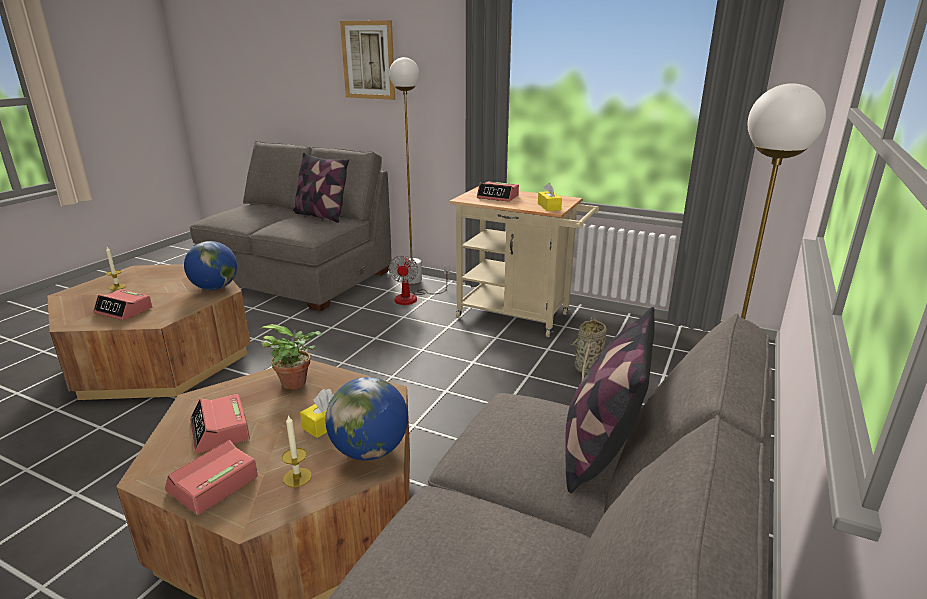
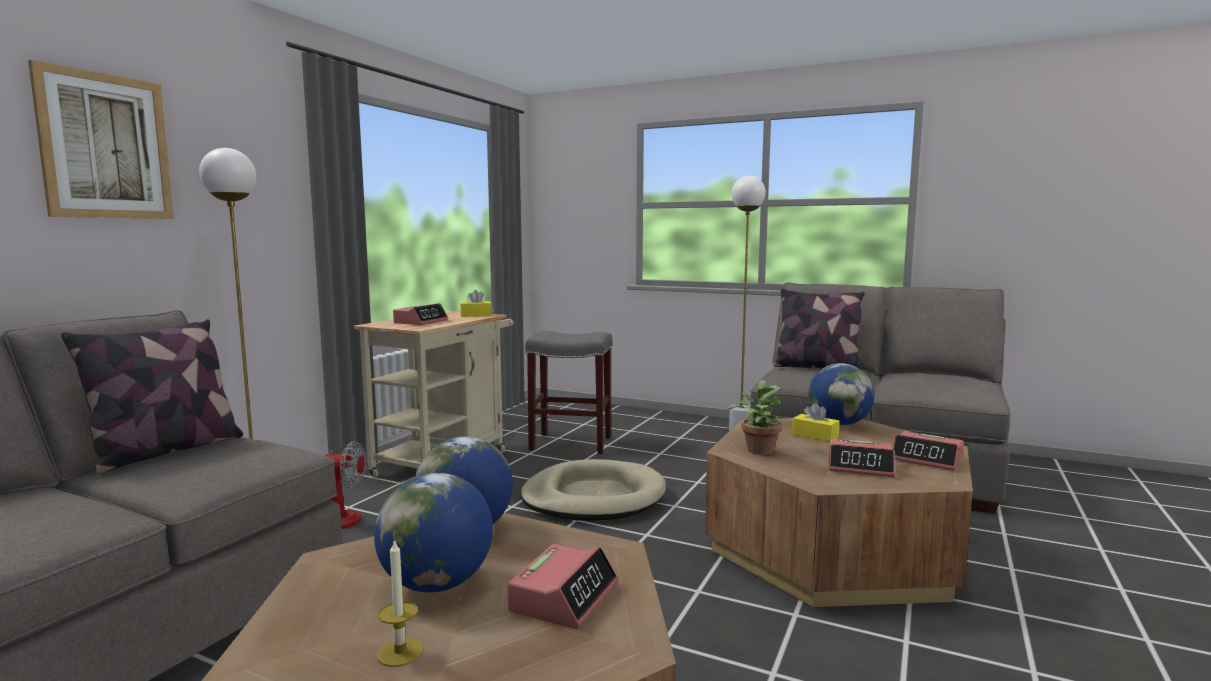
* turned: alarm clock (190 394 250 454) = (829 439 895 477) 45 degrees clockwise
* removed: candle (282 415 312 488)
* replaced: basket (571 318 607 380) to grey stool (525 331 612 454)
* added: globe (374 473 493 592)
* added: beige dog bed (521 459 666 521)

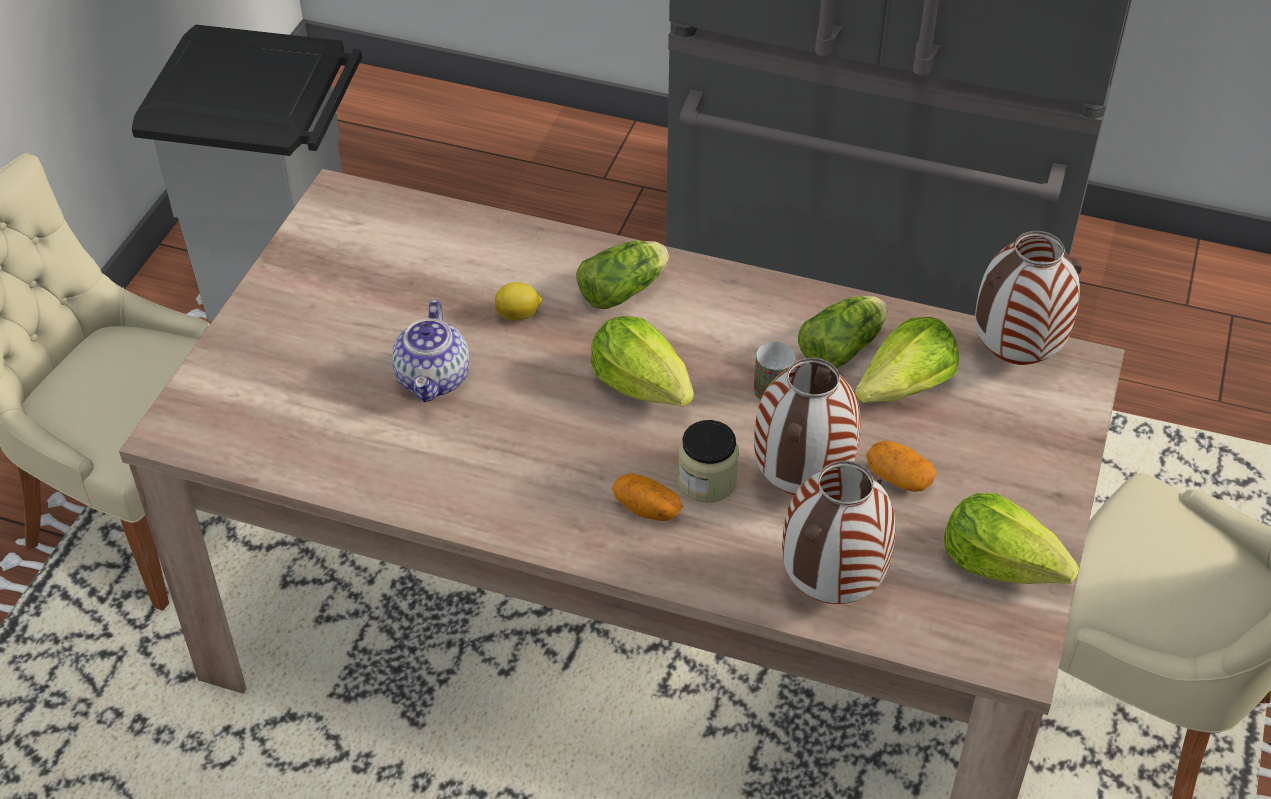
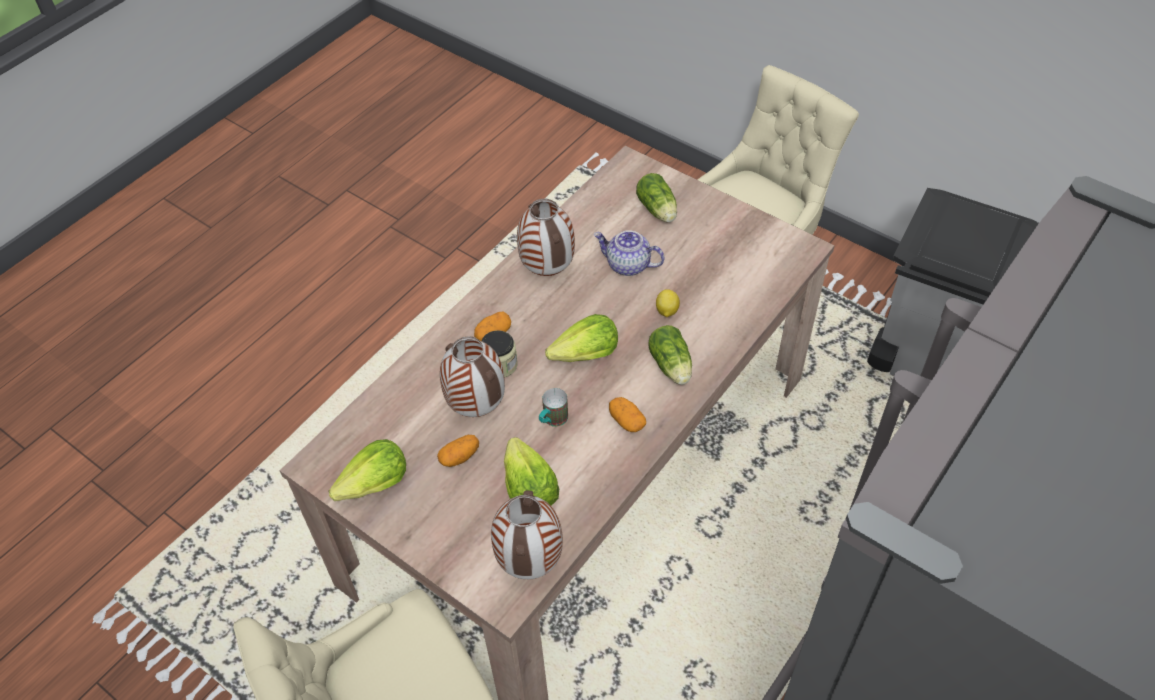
* moved: vase (782 461 896 604) to (517 199 575 276)
* moved: lettuce (798 296 887 368) to (636 173 677 222)
* added: potato (609 397 646 432)

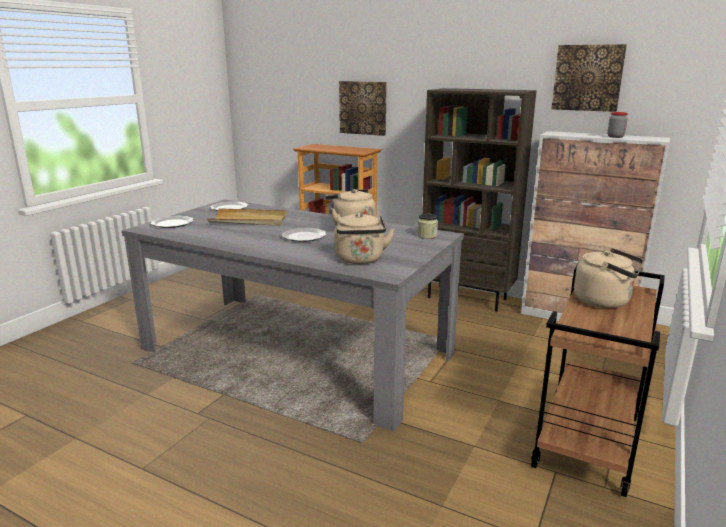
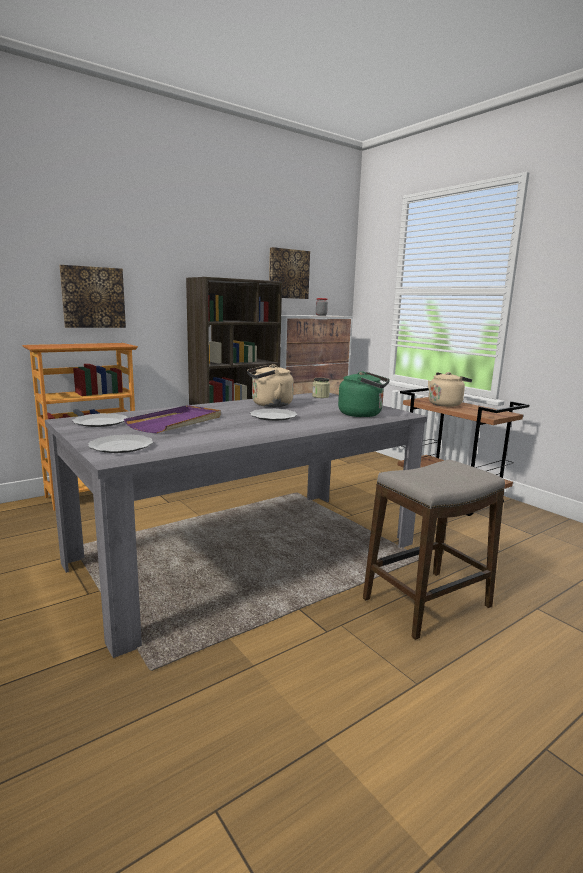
* recoloured: beige tray (207 208 288 226) to purple tray (124 405 221 433)
* recoloured: beige kettle (334 212 395 264) to green kettle (338 371 390 417)
* added: stool (363 460 505 640)

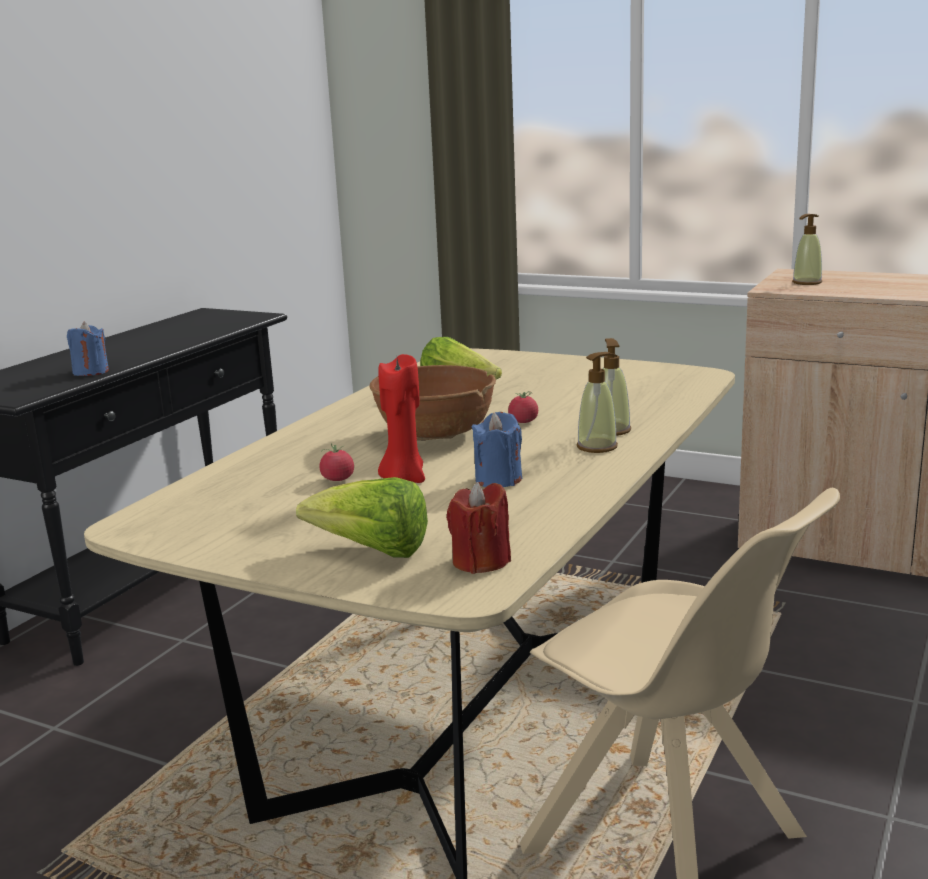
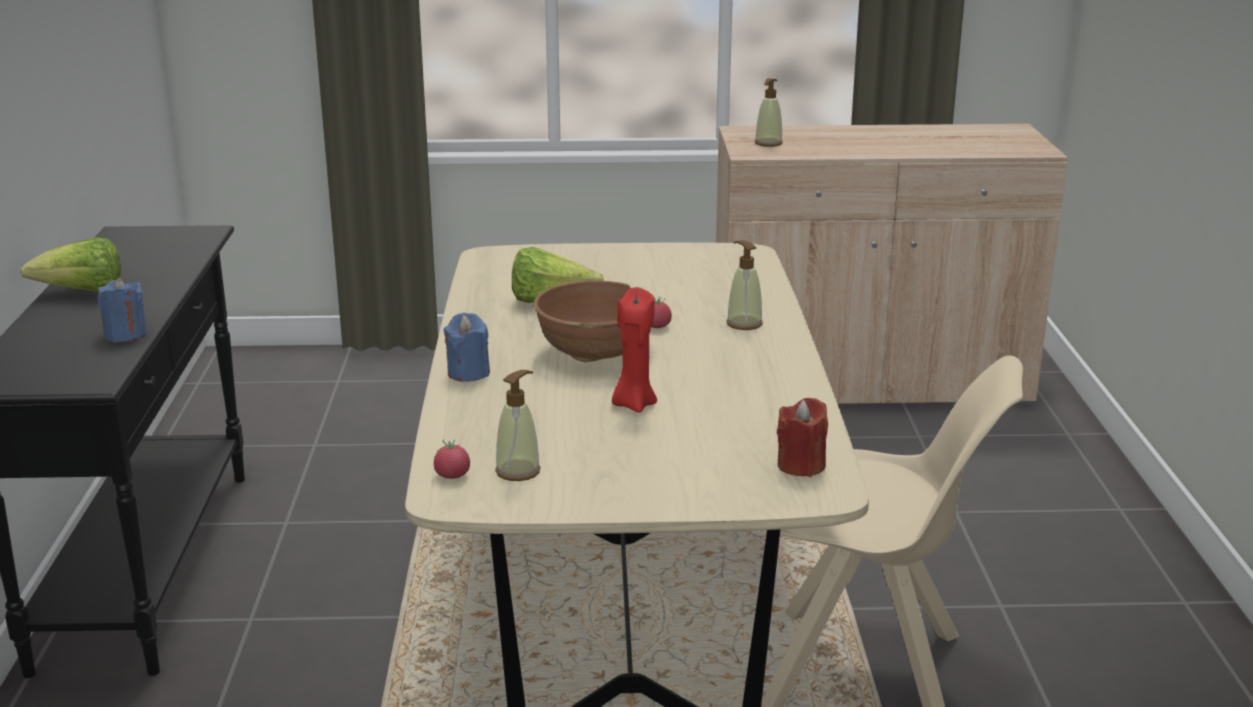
* moved: lettuce (296 477 428 558) to (21 238 121 292)
* moved: tomato (320 443 354 481) to (434 440 470 479)
* moved: blue candle (472 412 522 487) to (444 313 490 382)
* moved: soap dispenser (577 352 618 453) to (495 370 541 481)

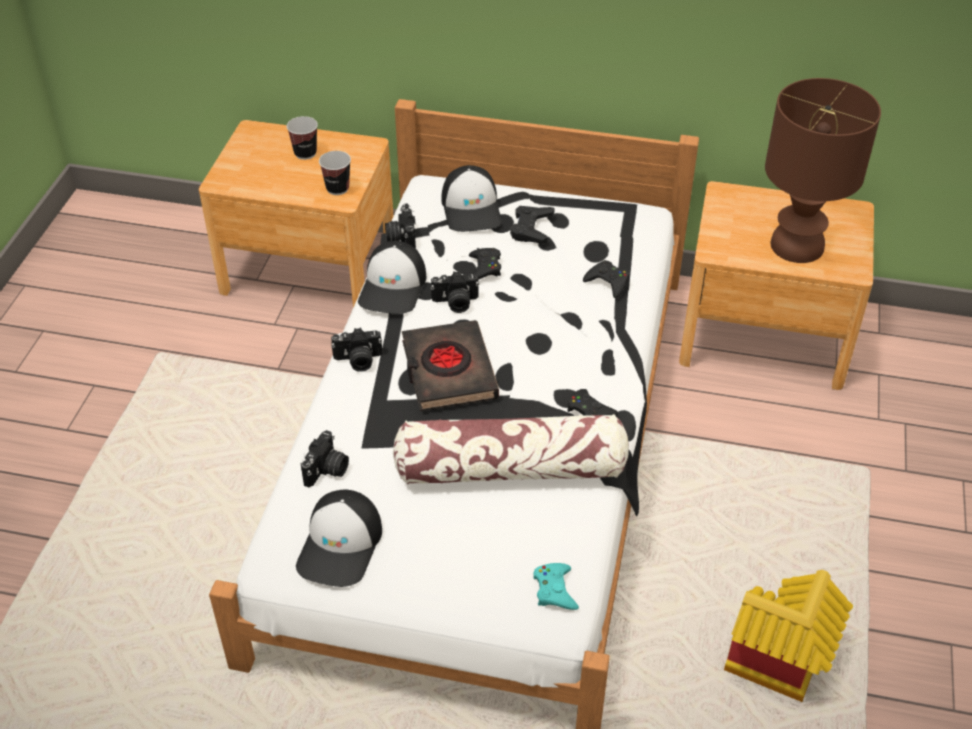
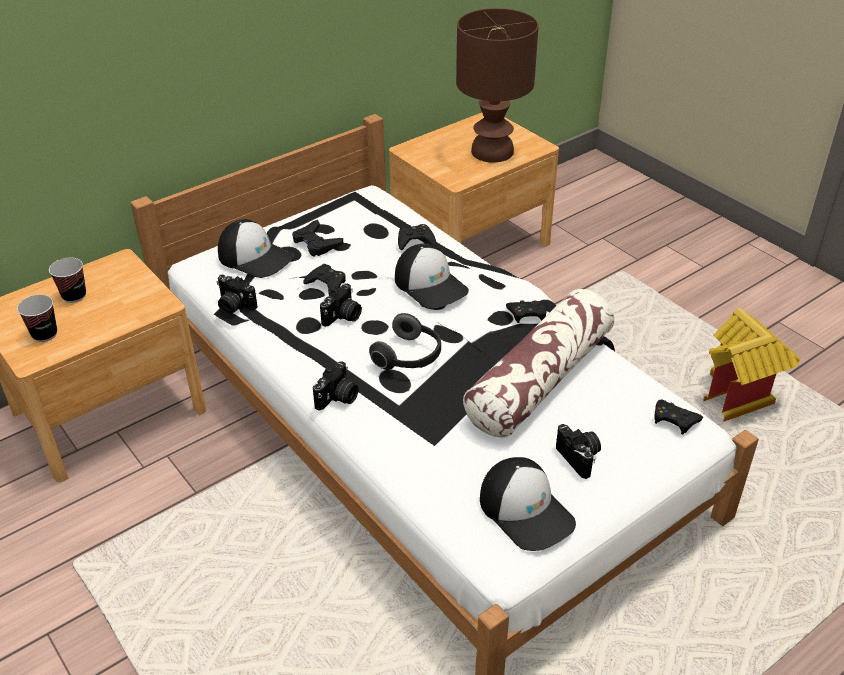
* moved: photo camera (301 430 349 487) to (556 424 601 479)
* moved: cup (319 151 351 195) to (17 295 57 342)
* moved: cap (358 241 426 314) to (395 243 469 308)
* replaced: black book (402 320 499 411) to headphones (369 313 441 370)
* recoloured: turquoise game controller (533 563 579 610) to black game controller (654 400 703 435)

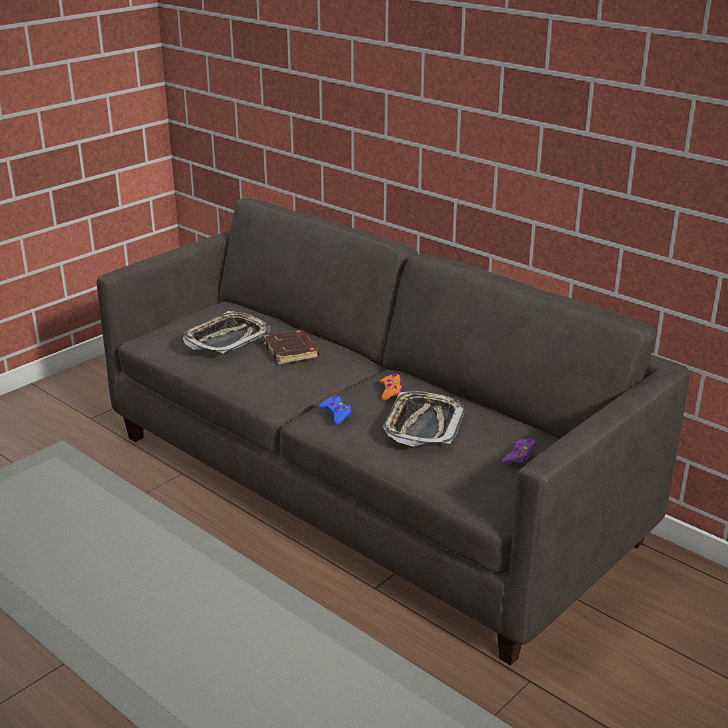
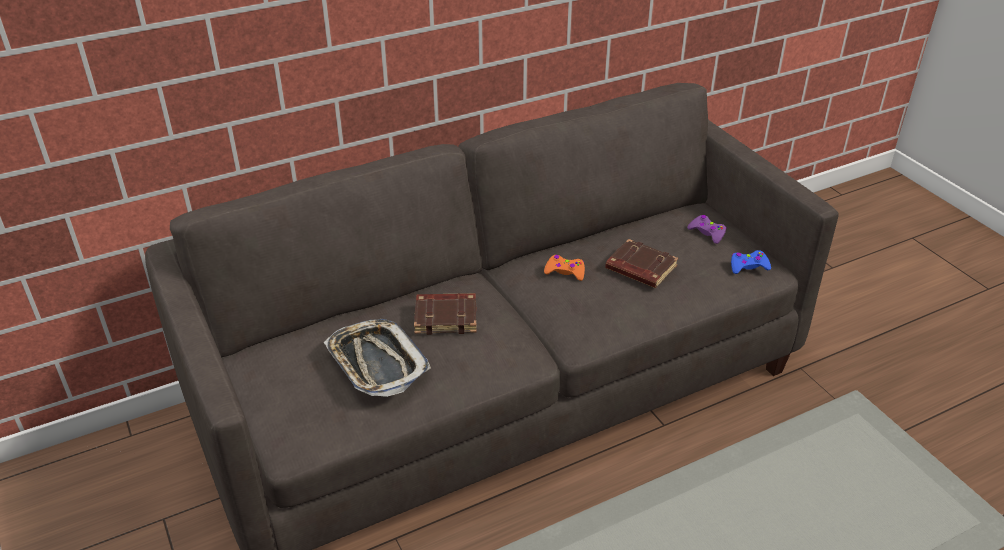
* moved: blue game controller (318 395 352 424) to (731 250 771 274)
* replaced: tray (383 391 465 447) to brown book (605 239 678 288)

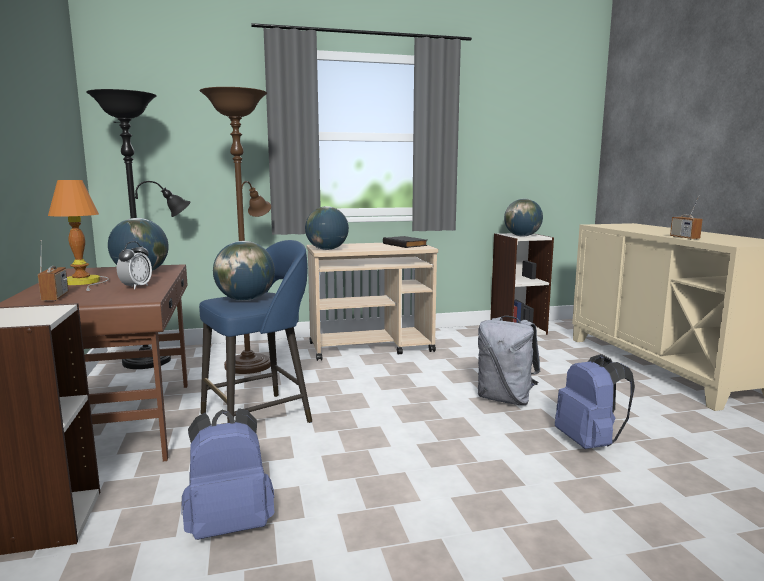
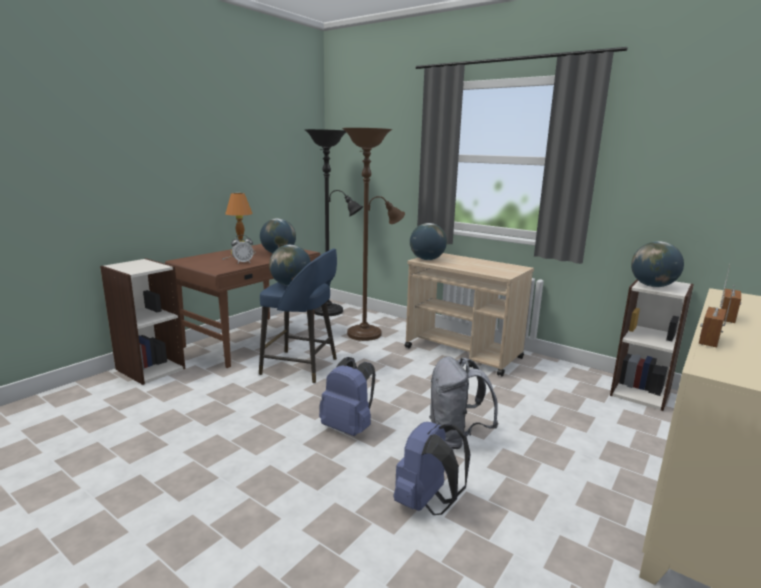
* moved: radio (38 240 69 301) to (720 264 741 323)
* moved: blue backpack (181 408 274 540) to (319 357 375 436)
* removed: black book (383 236 428 248)

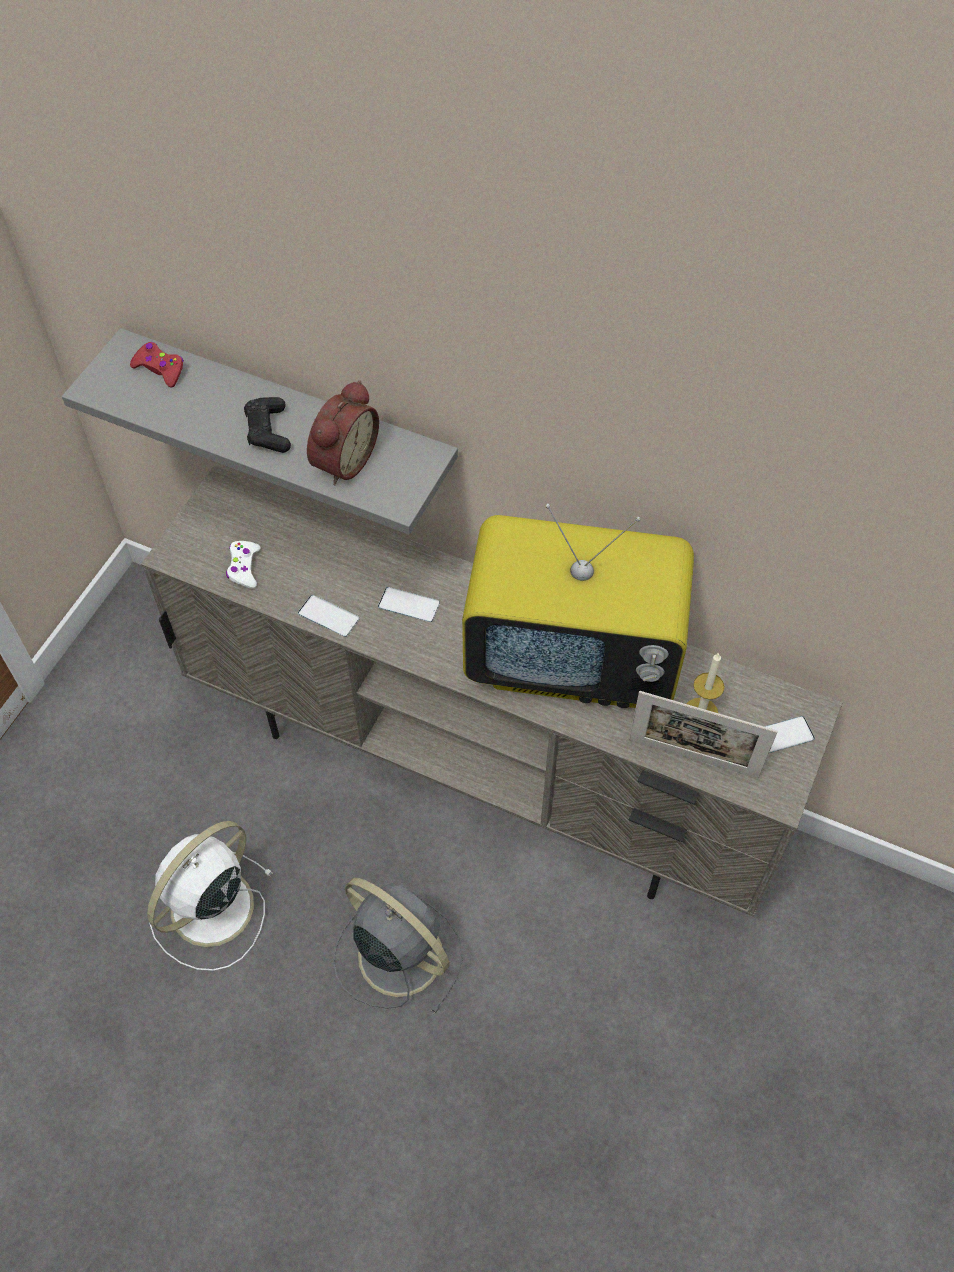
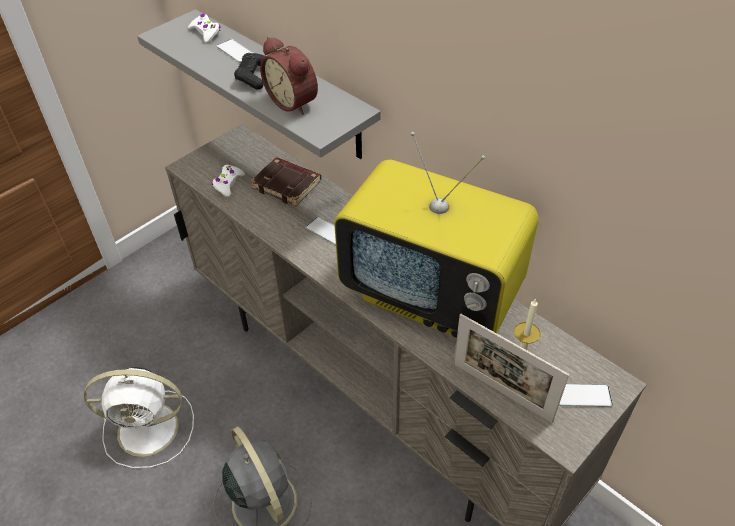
* recoloured: red game controller (130 342 184 388) to white game controller (188 14 220 43)
* turned: white fan (147 821 273 971) = (84 367 194 468) 150 degrees counterclockwise
* moved: phone (298 595 360 637) to (216 39 253 63)
* turned: alarm clock (307 380 379 486) = (260 37 318 115) 90 degrees clockwise
* added: brown book (250 157 321 206)

